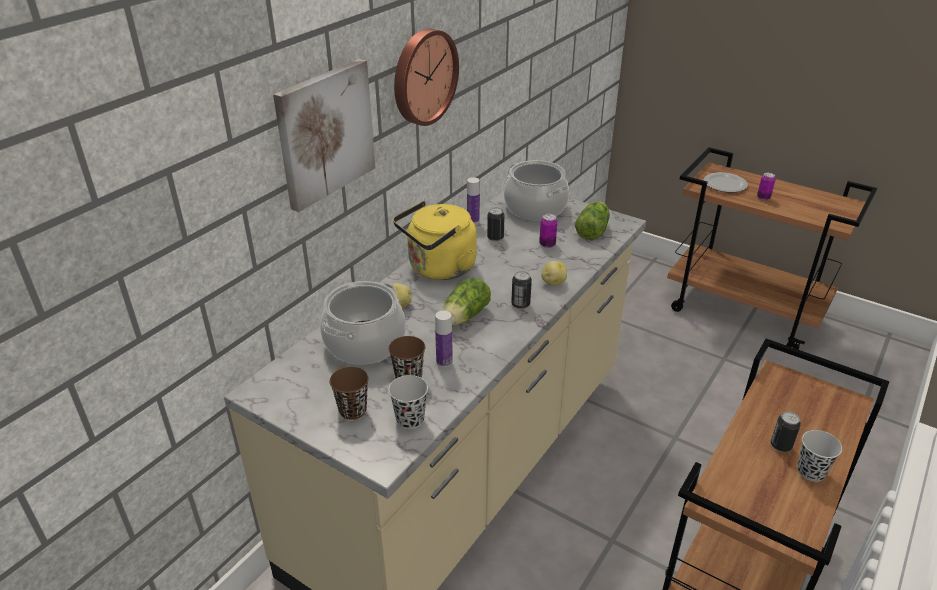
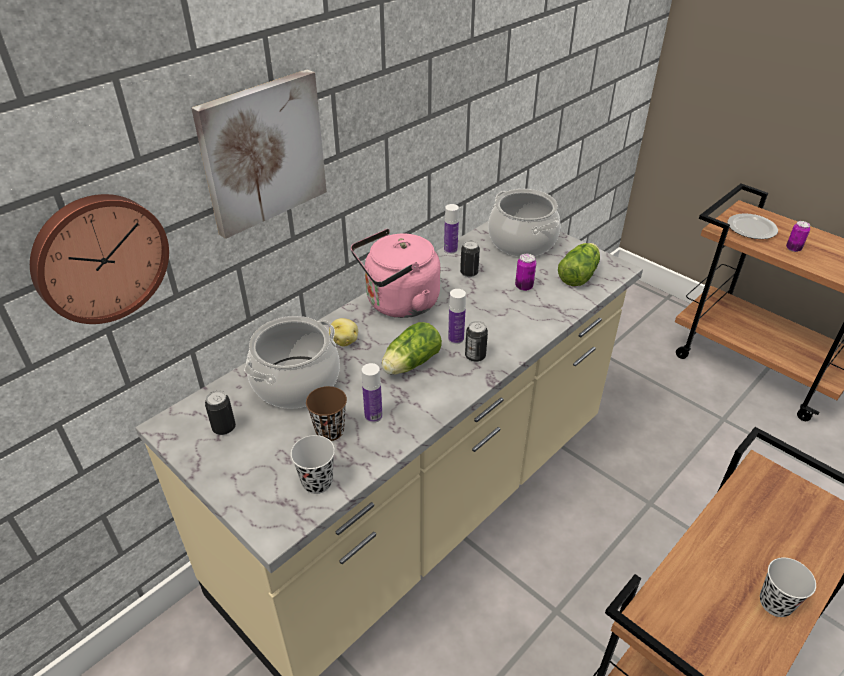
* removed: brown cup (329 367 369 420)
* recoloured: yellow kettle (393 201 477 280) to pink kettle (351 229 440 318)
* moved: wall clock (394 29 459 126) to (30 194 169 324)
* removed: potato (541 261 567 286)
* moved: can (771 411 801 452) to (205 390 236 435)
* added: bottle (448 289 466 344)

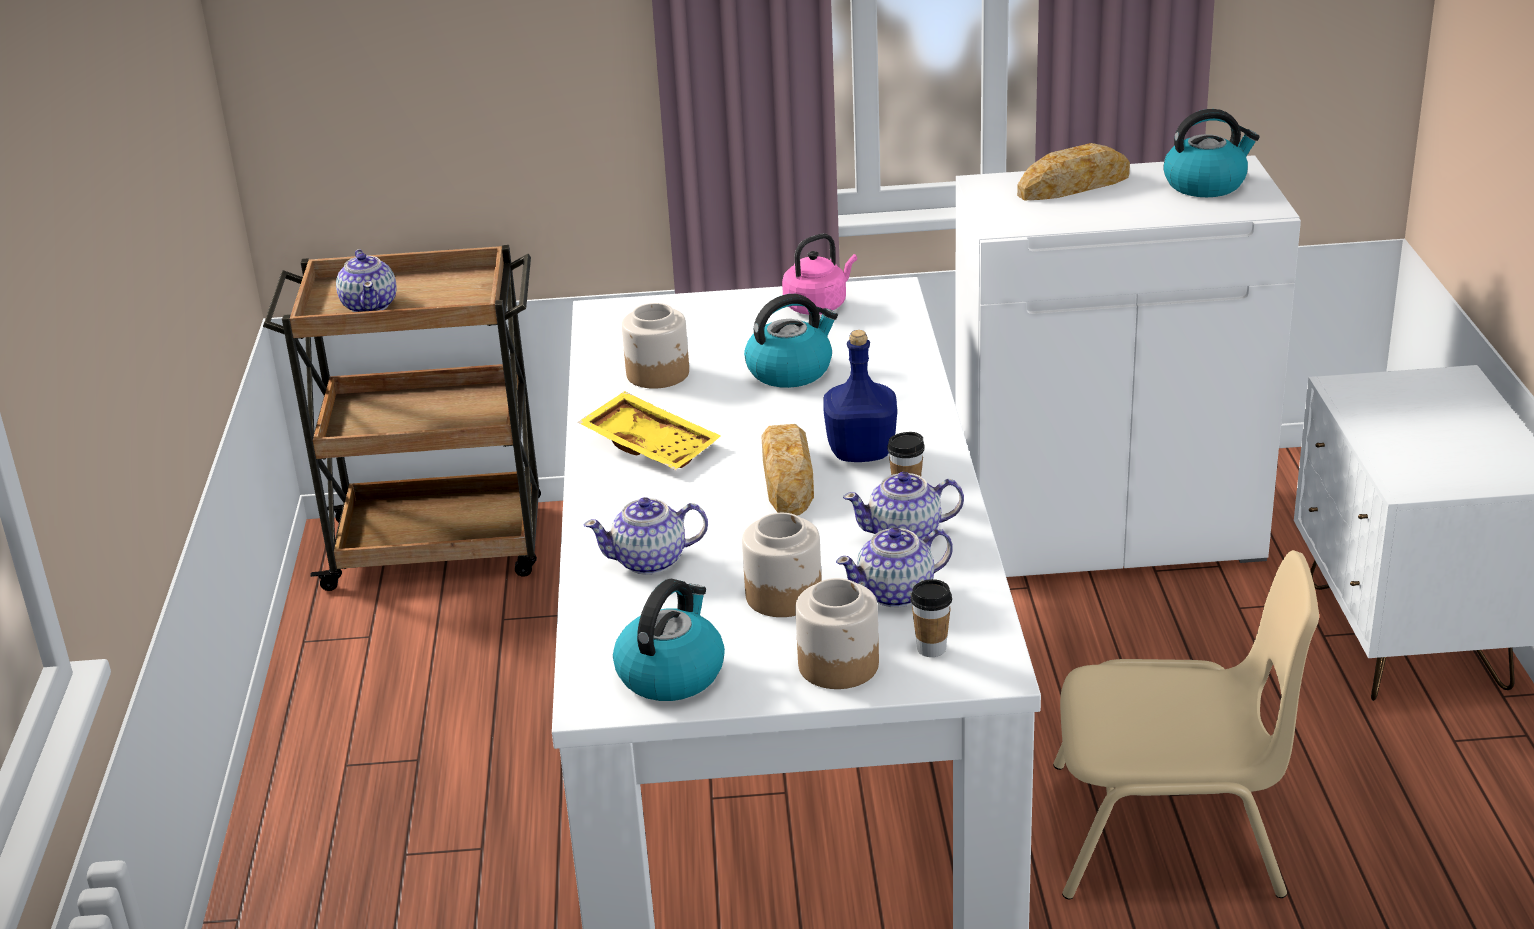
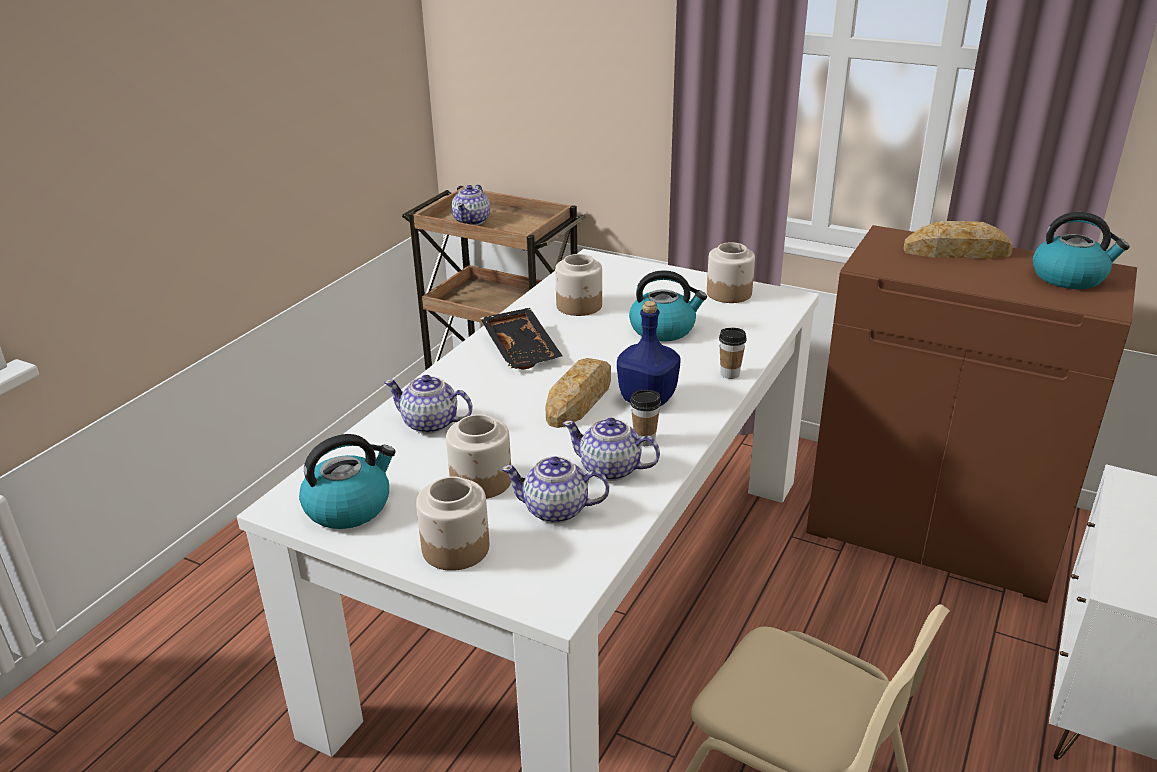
* recoloured: yellow tray (577 391 721 470) to black tray (480 308 563 370)
* replaced: pink kettle (782 233 857 315) to jar (707 242 755 303)
* moved: cup (910 579 952 657) to (719 328 746 379)
* recoloured: white cabinet (956 155 1301 577) to brown cabinet (806 225 1137 603)

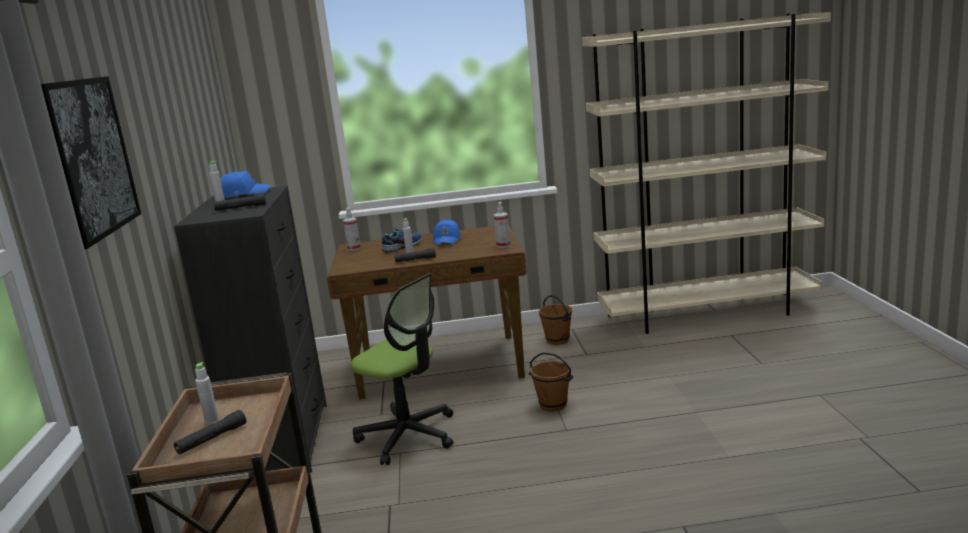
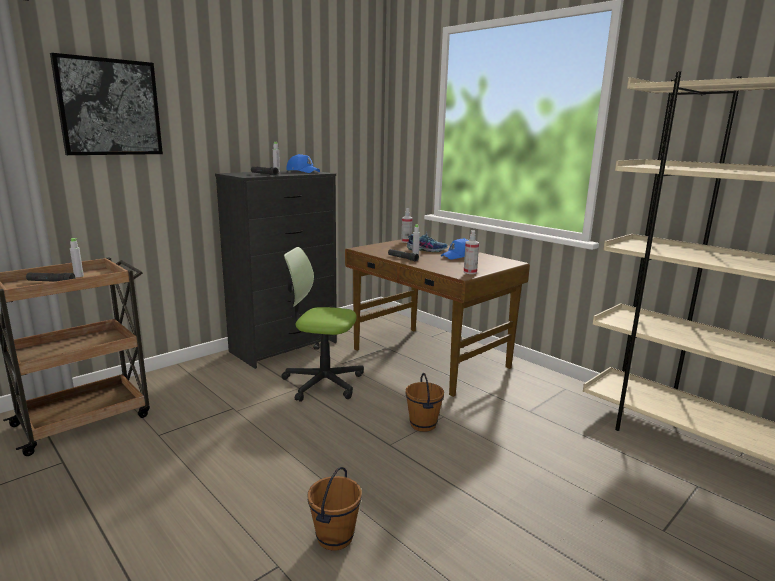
* turned: office chair (351 273 453 465) = (281 247 364 402) 105 degrees clockwise
* moved: brown bucket (539 295 572 345) to (307 467 362 551)

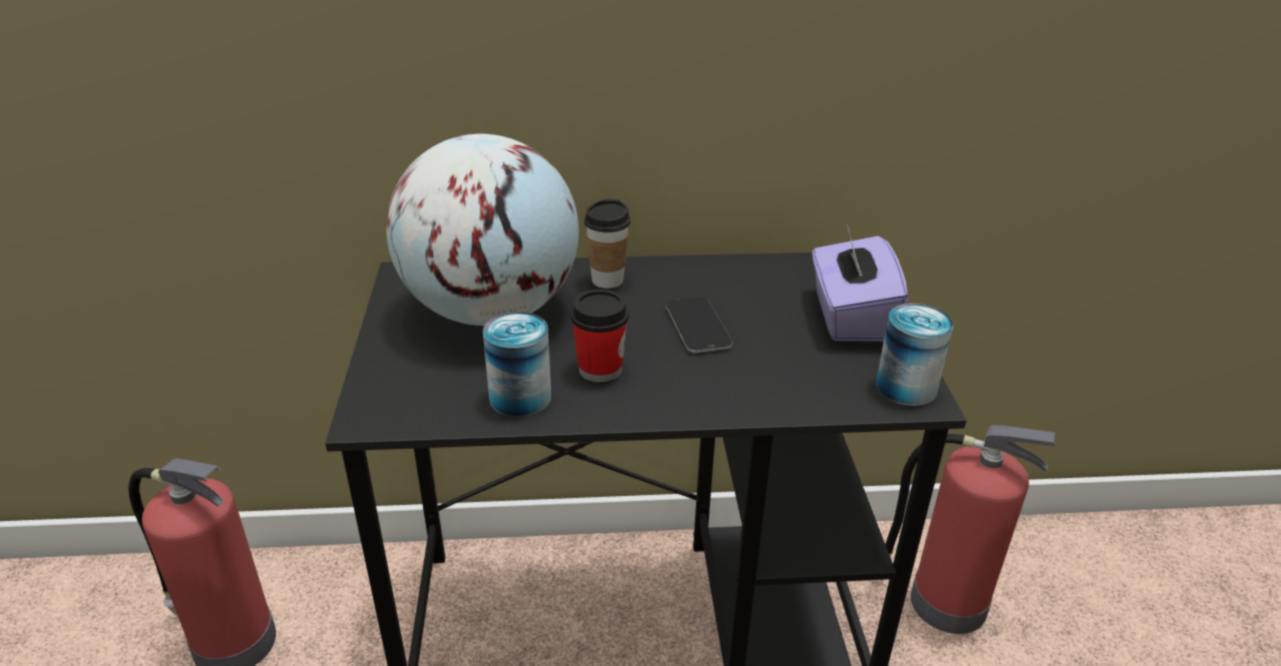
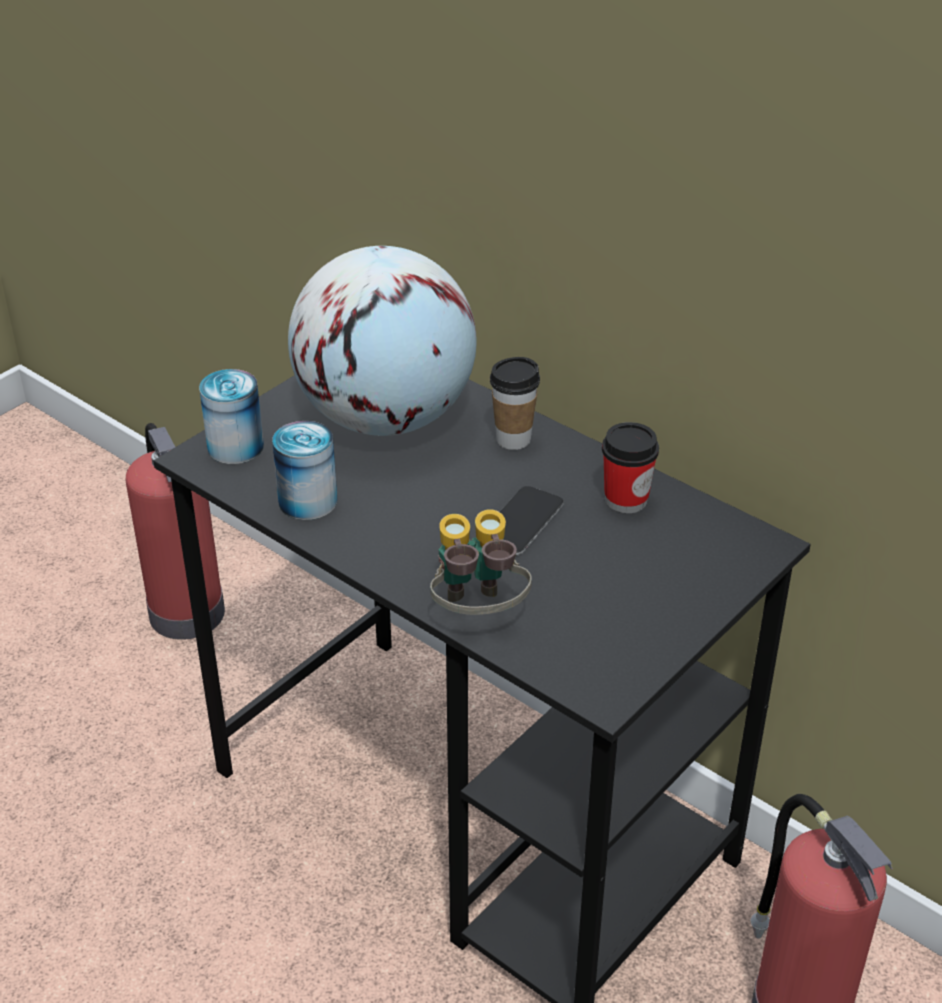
* moved: cup (571 289 629 382) to (602 422 659 513)
* removed: purple tissue box (812 228 908 341)
* moved: can (876 303 954 406) to (199 369 264 464)
* added: binoculars (430 509 532 615)

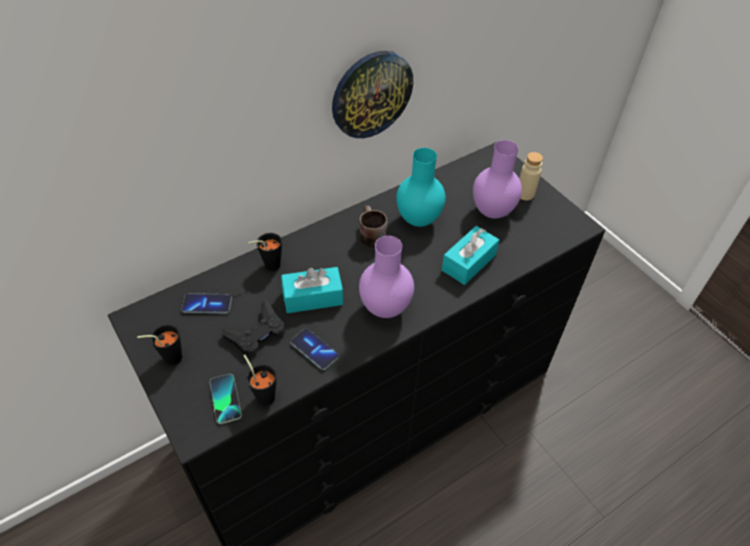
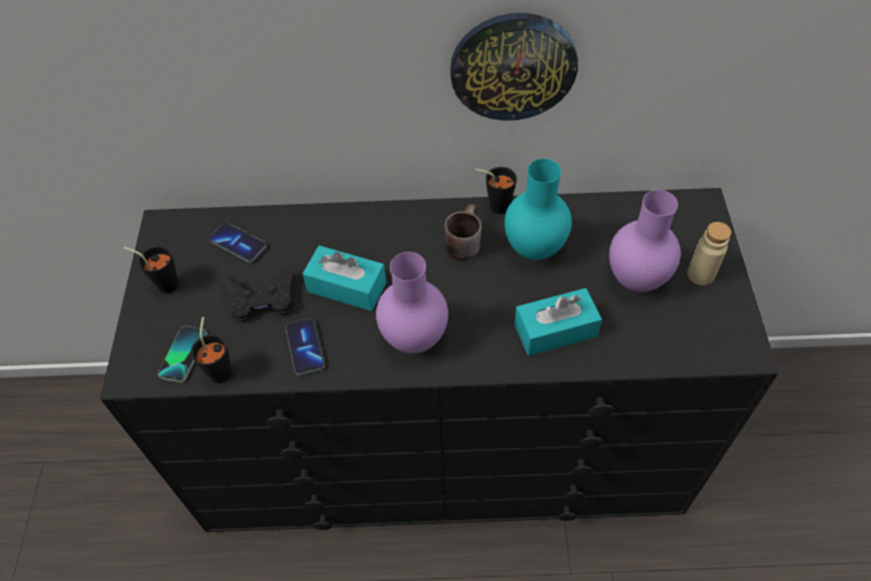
* moved: black cup (248 233 282 271) to (475 167 517 214)

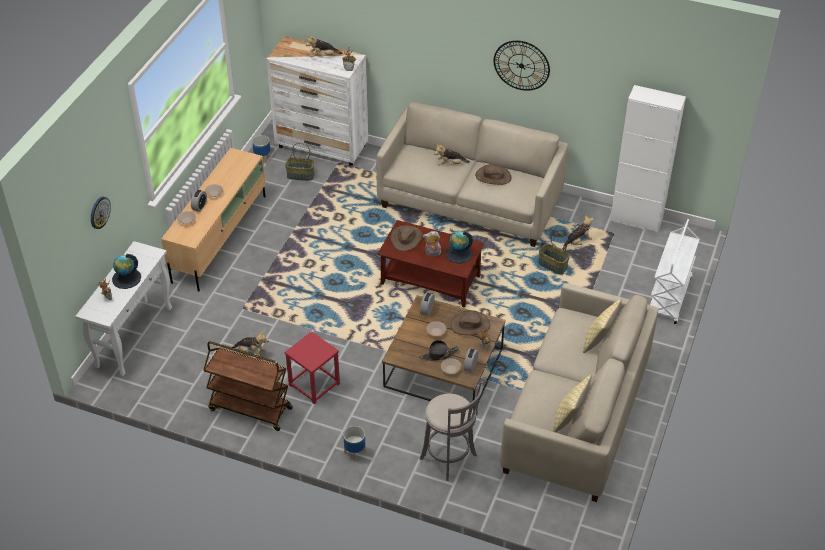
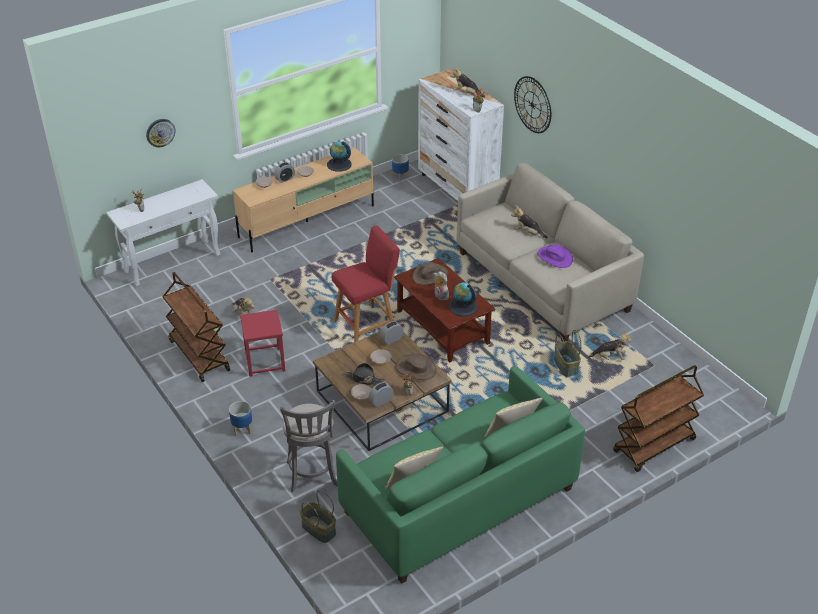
* moved: globe (112 254 141 289) to (327 141 352 172)
* moved: basket (285 143 315 181) to (300 490 336 543)
* recoloured: brown hat (475 164 511 185) to purple hat (537 244 573 268)
* moved: wall clock (494 41 550 91) to (514 76 551 133)
* recoloured: beige sofa (500 283 658 502) to green sofa (336 366 585 584)
* removed: white cabinet (610 85 686 232)
* recoloured: white cart (650 219 700 324) to brown cart (613 365 704 472)
* added: red stool (332 226 400 342)

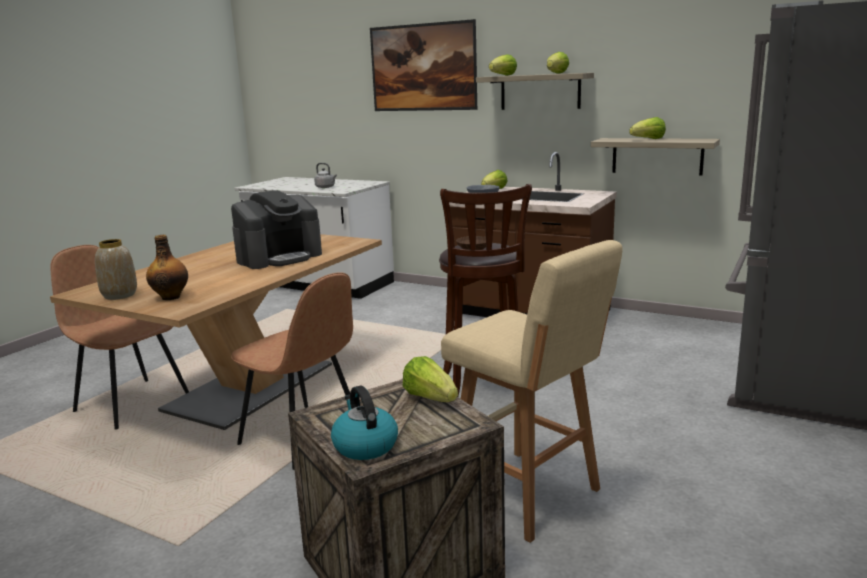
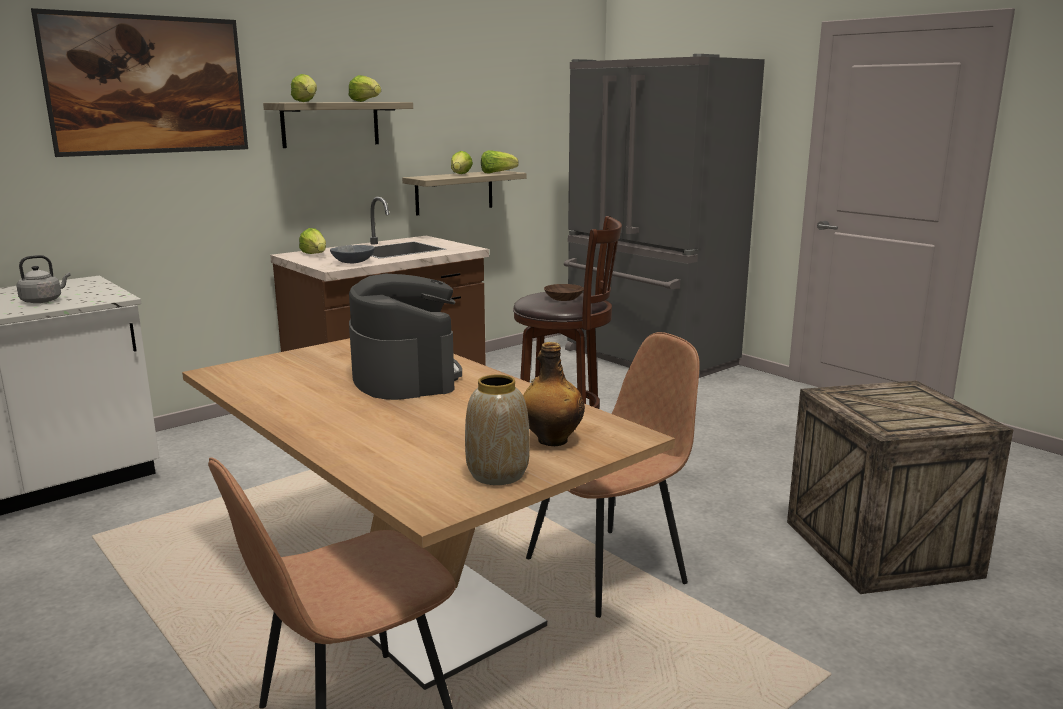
* removed: kettle (331 386 398 460)
* moved: lettuce (403 356 458 402) to (481 150 519 174)
* removed: beige stool (441 240 622 543)

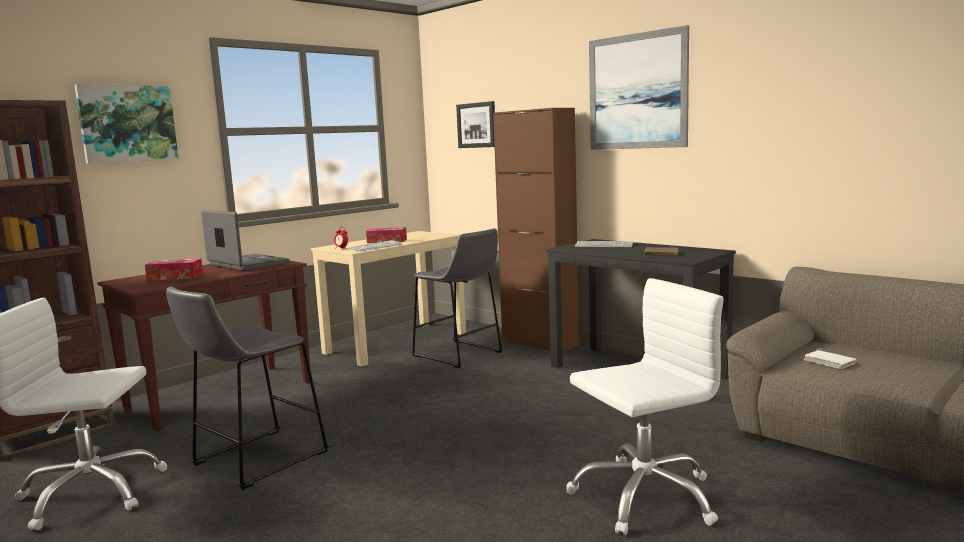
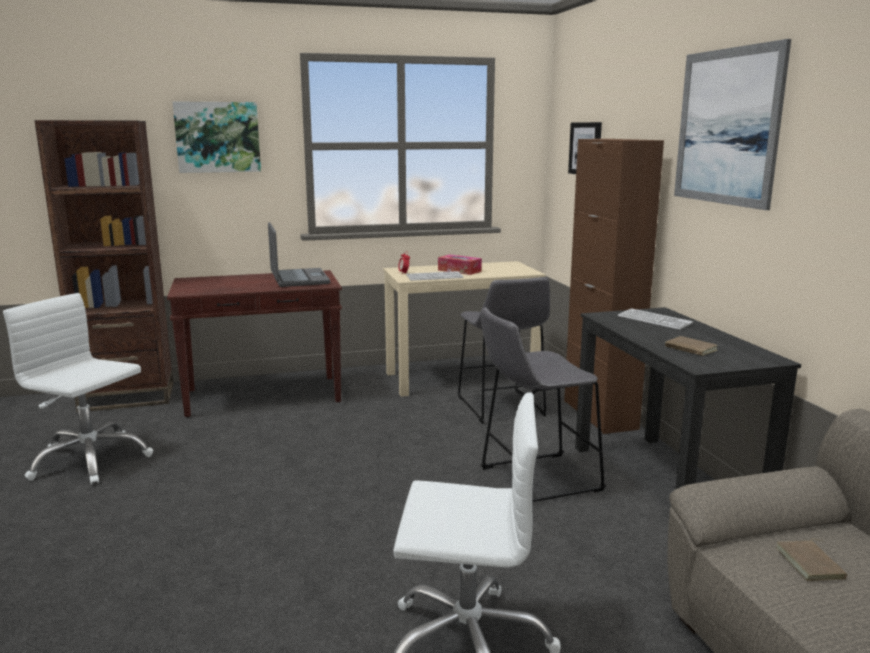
* removed: tissue box (145 258 203 281)
* moved: grey stool (166 287 329 490) to (481 307 606 502)
* recoloured: white book (804 349 857 369) to brown book (776 539 847 581)

